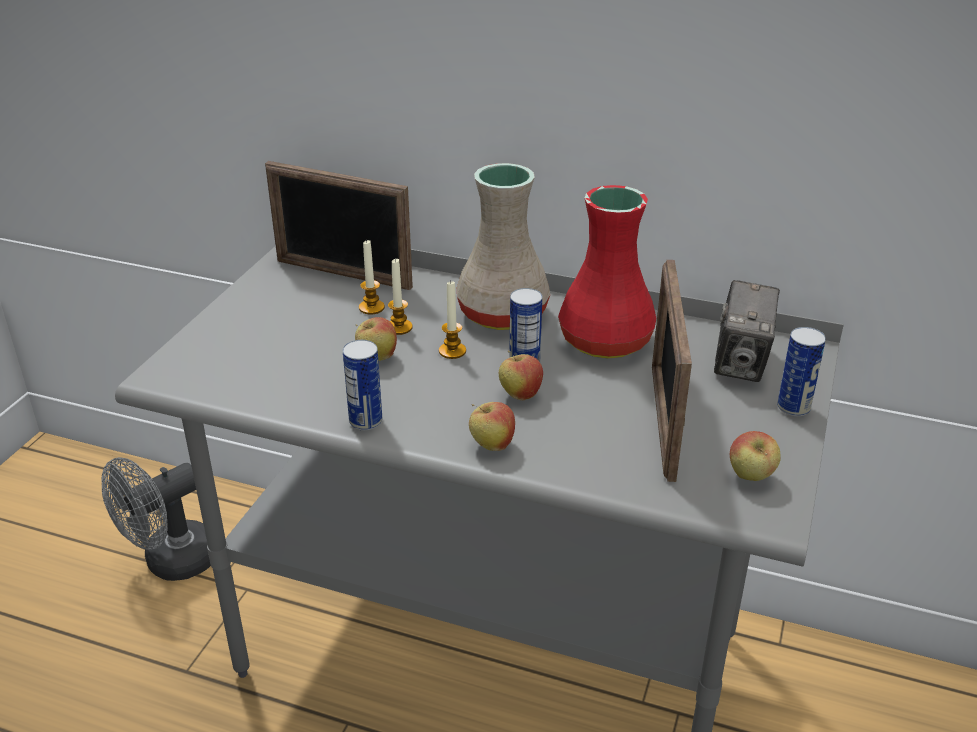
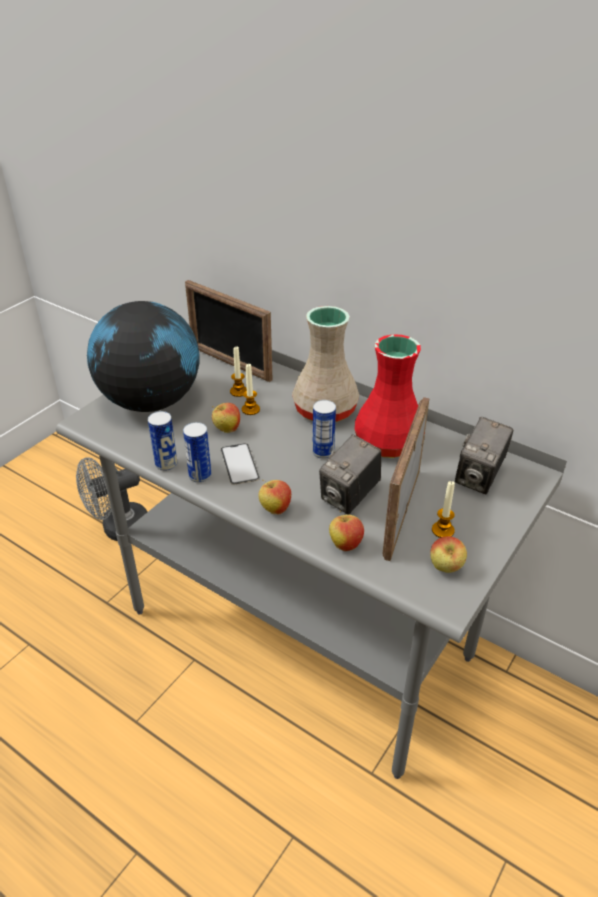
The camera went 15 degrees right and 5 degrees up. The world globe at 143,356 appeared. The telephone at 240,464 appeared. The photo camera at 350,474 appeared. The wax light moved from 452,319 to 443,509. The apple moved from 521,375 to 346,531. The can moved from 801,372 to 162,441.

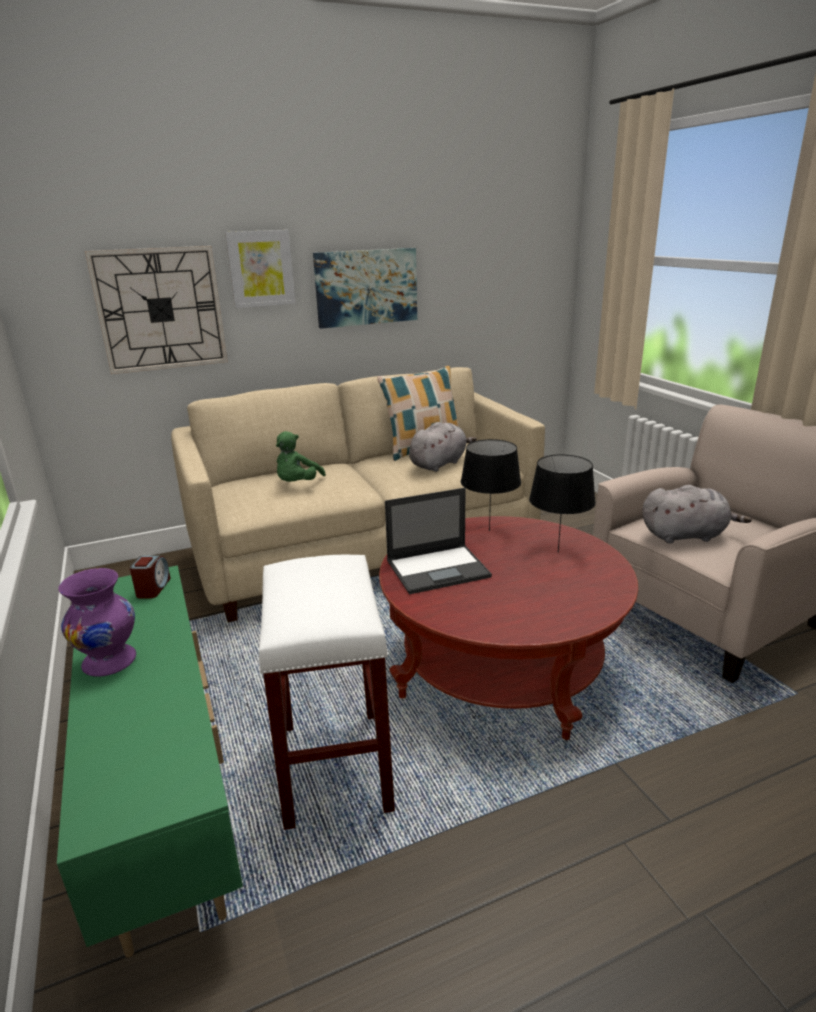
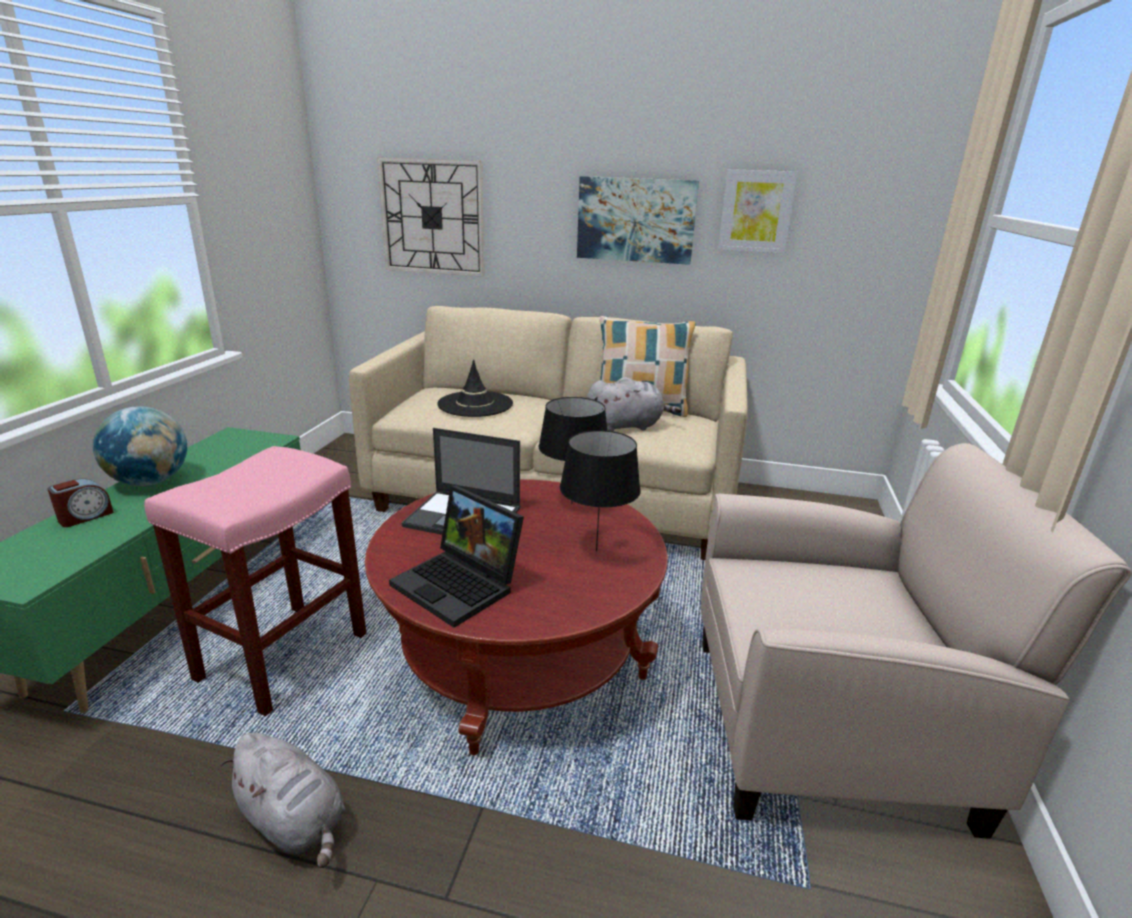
The camera went 35 degrees right and 0 degrees up. The portable computer at 456,556 appeared. The alarm clock moved from 150,577 to 81,502. The wall picture moved from 260,269 to 757,211. The soft toy in grey moved from 697,514 to 283,800. The flower vase in purplish at 97,622 was replaced by the world globe at 140,446. The soft toy in green-coloured at 301,456 was replaced by the clothing hat in black-coloured at 475,388. The stool seat in white at 327,692 became the stool seat in pink at 255,581.

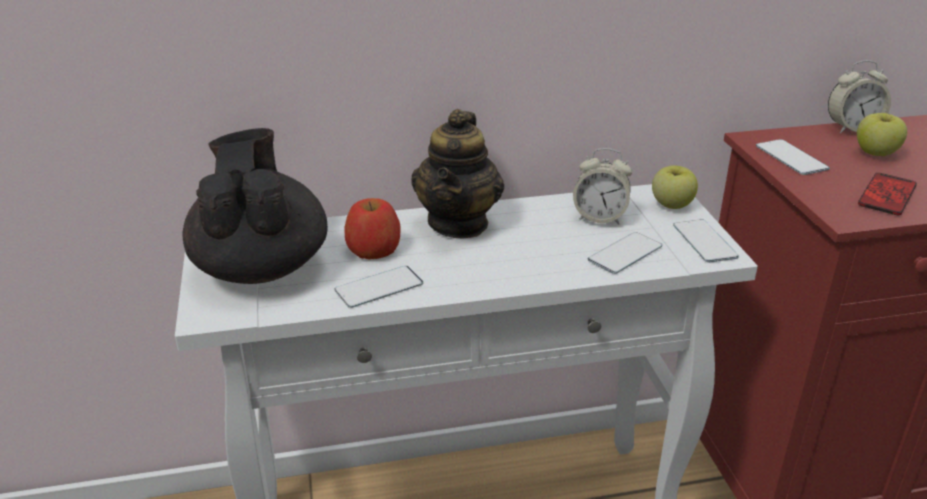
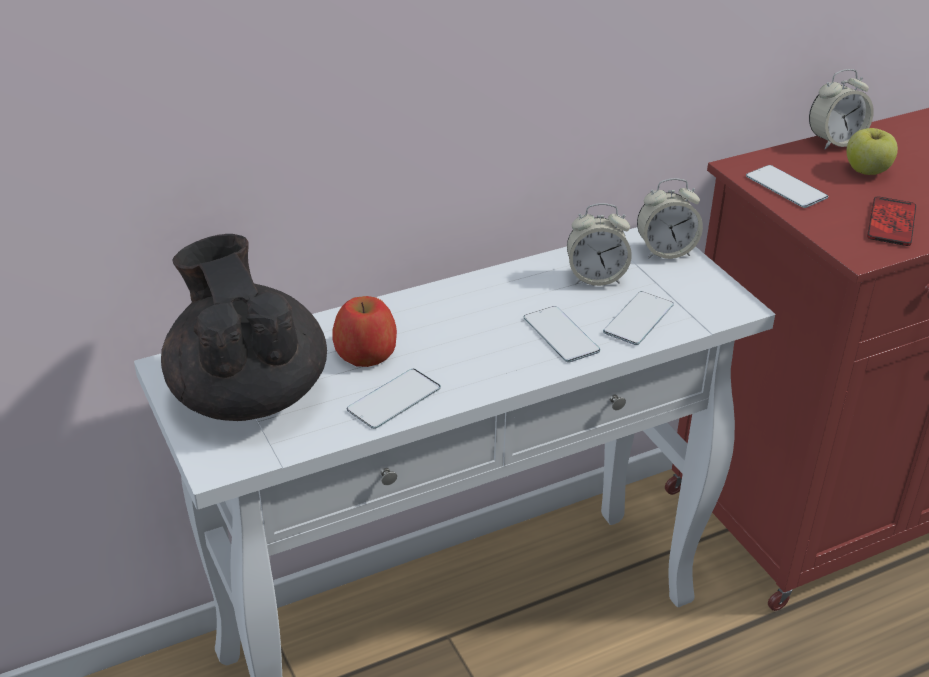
The camera went 15 degrees left and 5 degrees up. The pot for tea at 457,174 disappeared. The telephone moved from 706,241 to 562,334. The apple at 675,187 was replaced by the alarm clock at 670,218.

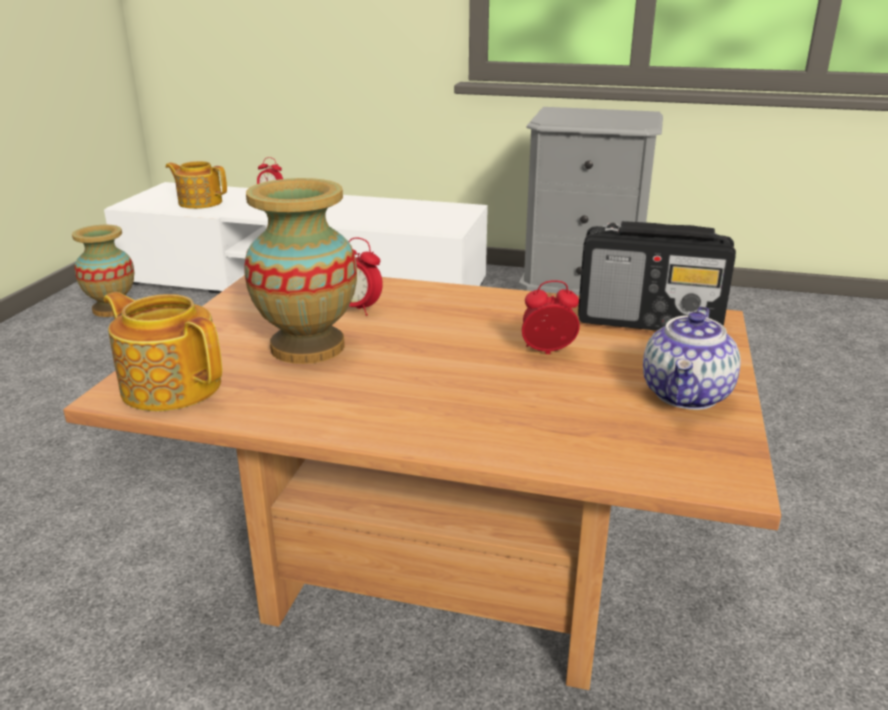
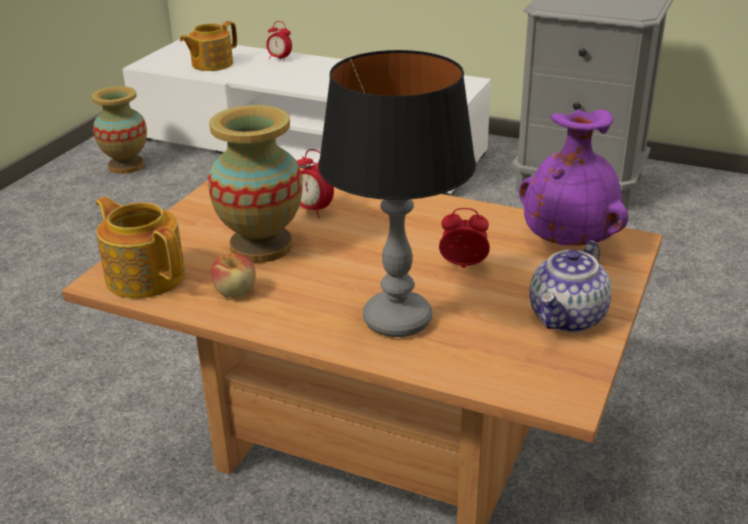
The camera went 10 degrees right and 5 degrees up. The apple at 233,276 appeared. The tabletop lamp at 397,193 appeared. The radio receiver at 657,276 was replaced by the flower vase in purplish at 573,177. The pot for tea at 196,185 turned 75 degrees counterclockwise.

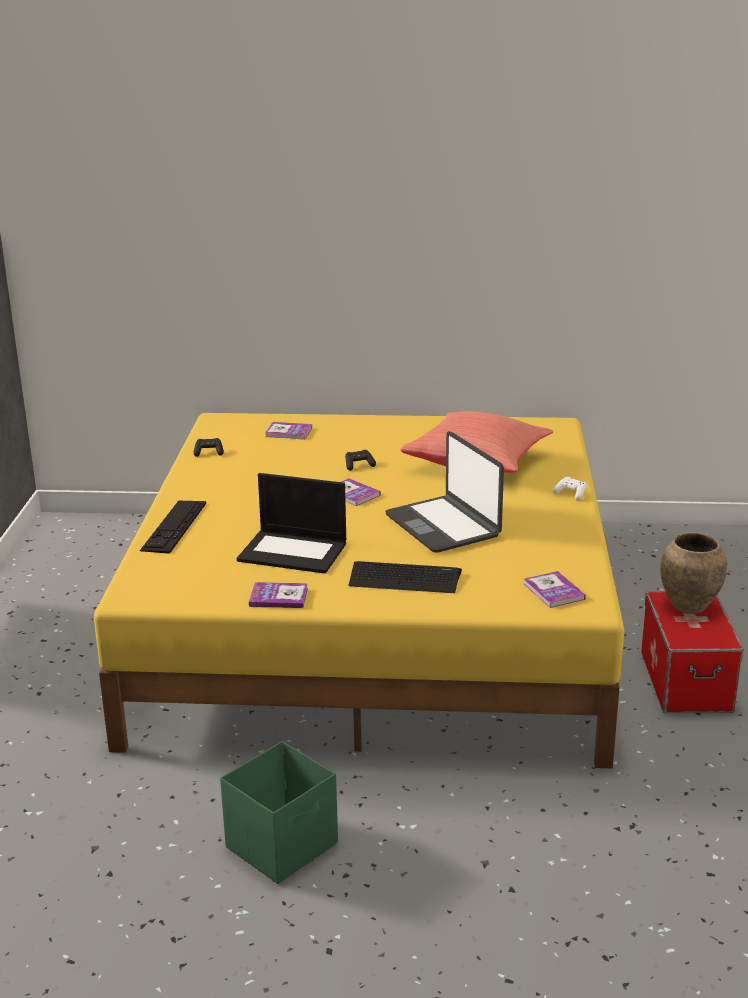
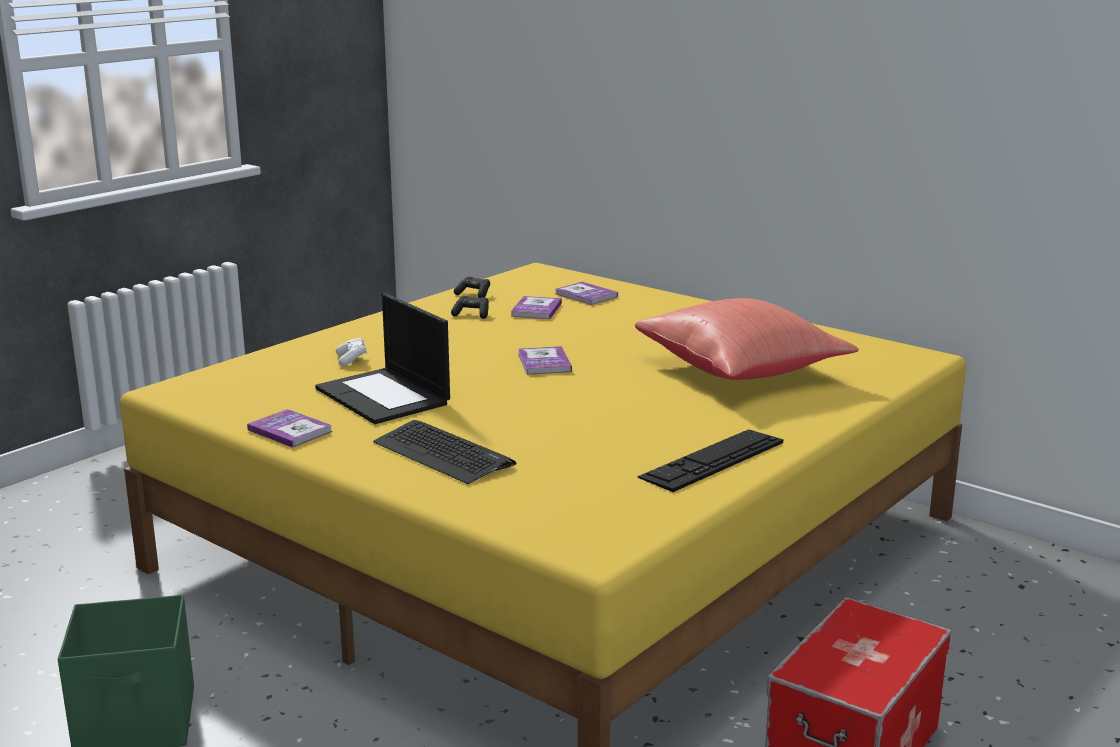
The camera went 35 degrees right and 5 degrees down. The portable computer at 444,492 disappeared. The flower vase in brown at 693,573 disappeared. The PC keyboard moved from 173,527 to 710,460. The joypad in black-coloured moved from 360,460 to 470,307. The volume moved from 555,589 to 536,307. The joypad in white moved from 570,489 to 351,352.

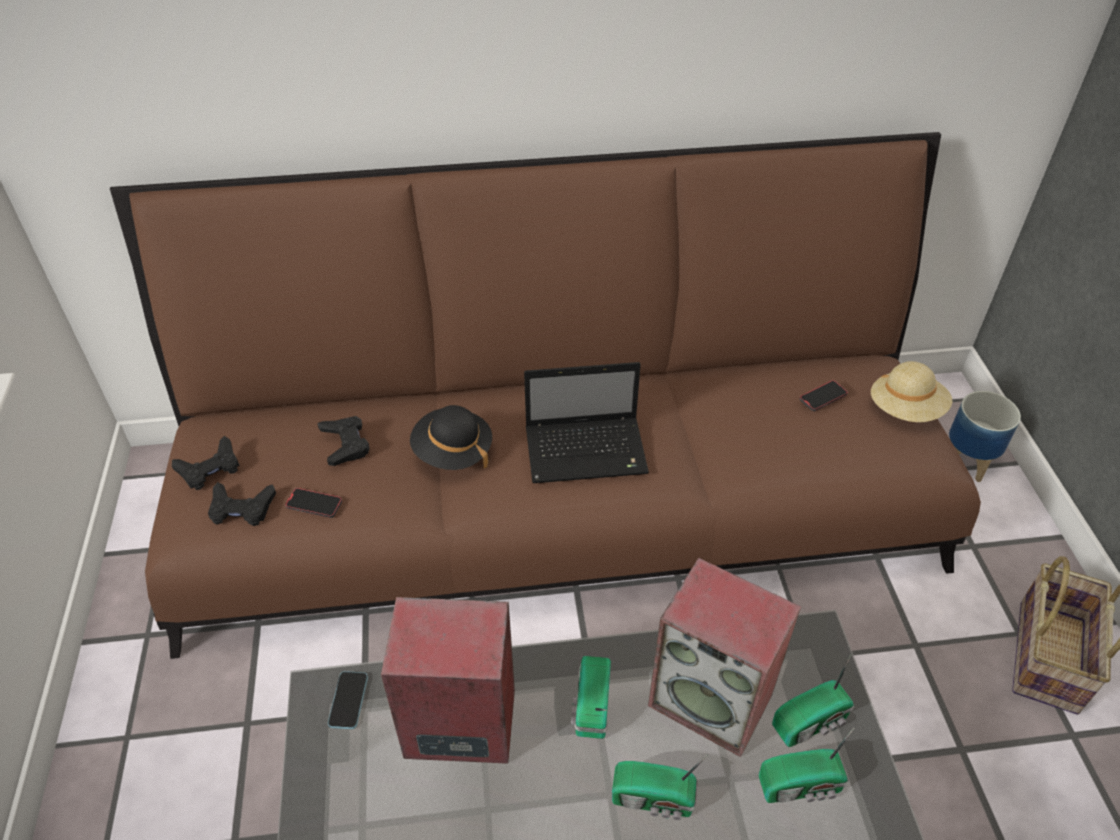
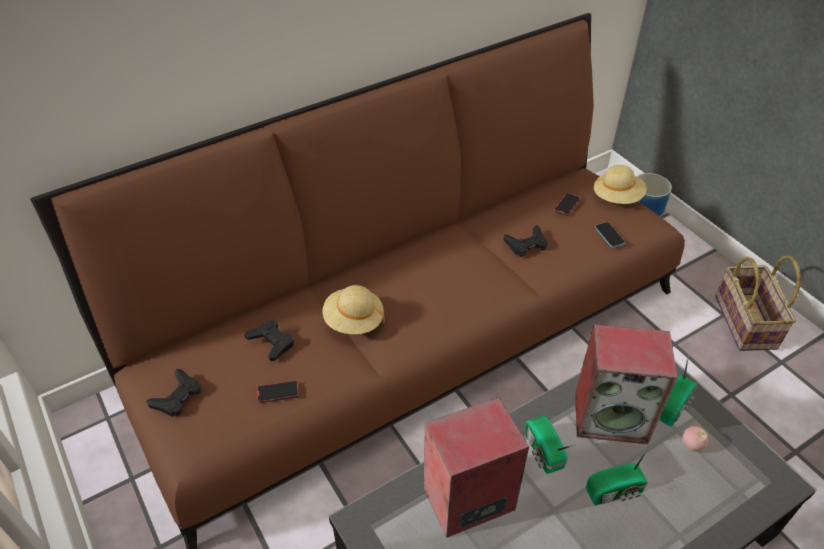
The camera went 25 degrees left and 0 degrees up. The portable computer at 586,422 disappeared. The joypad in black-coloured moved from 242,504 to 525,241. The telephone moved from 348,700 to 610,235. The radio receiver at 807,765 was replaced by the apple at 695,438. The clothing hat in black-coloured at 451,437 became the clothing hat in sand-coloured at 354,309.

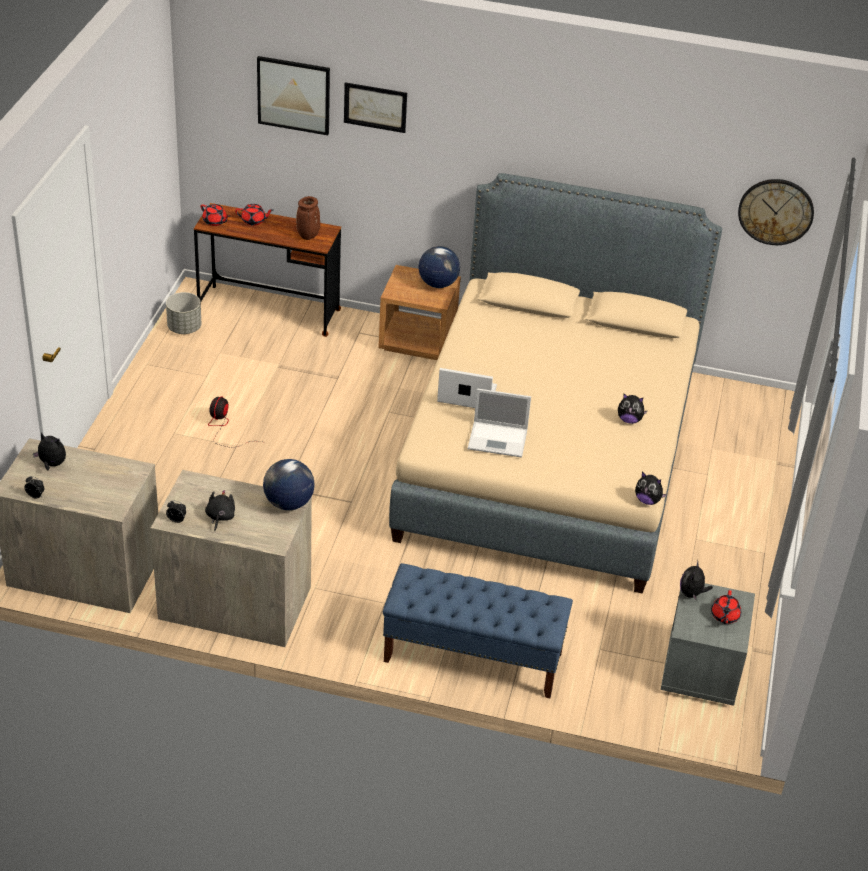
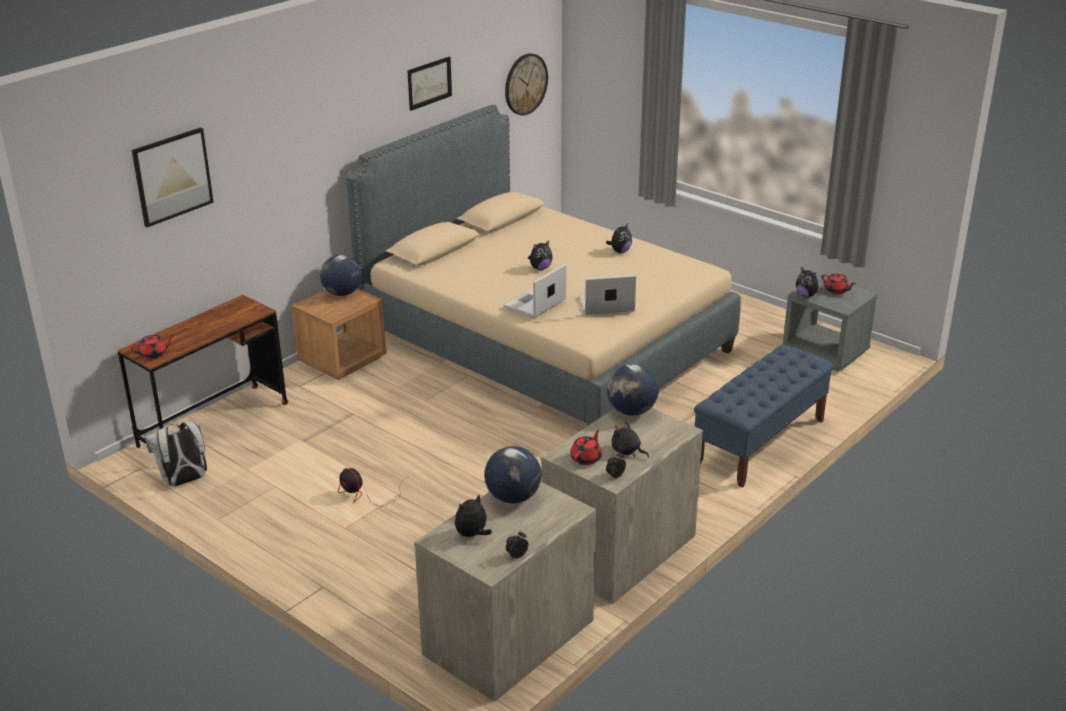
The camera went 60 degrees left and 10 degrees down. The flower vase in brown at 308,218 disappeared. The world globe at 513,475 appeared. The pot for tea in red moved from 254,214 to 586,447. The wall picture moved from 375,107 to 429,83. The soft toy moved from 651,488 to 540,255. The plant pot in grey at 183,313 was replaced by the backpack in white at 176,454. The portable computer at 499,423 turned 135 degrees counterclockwise.

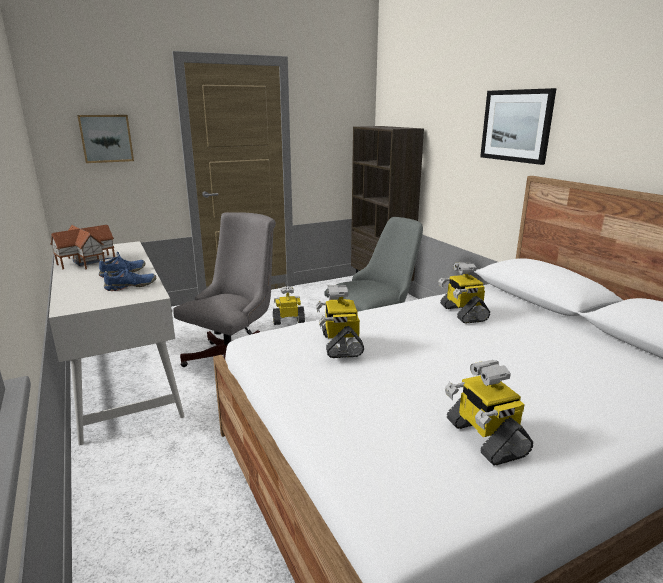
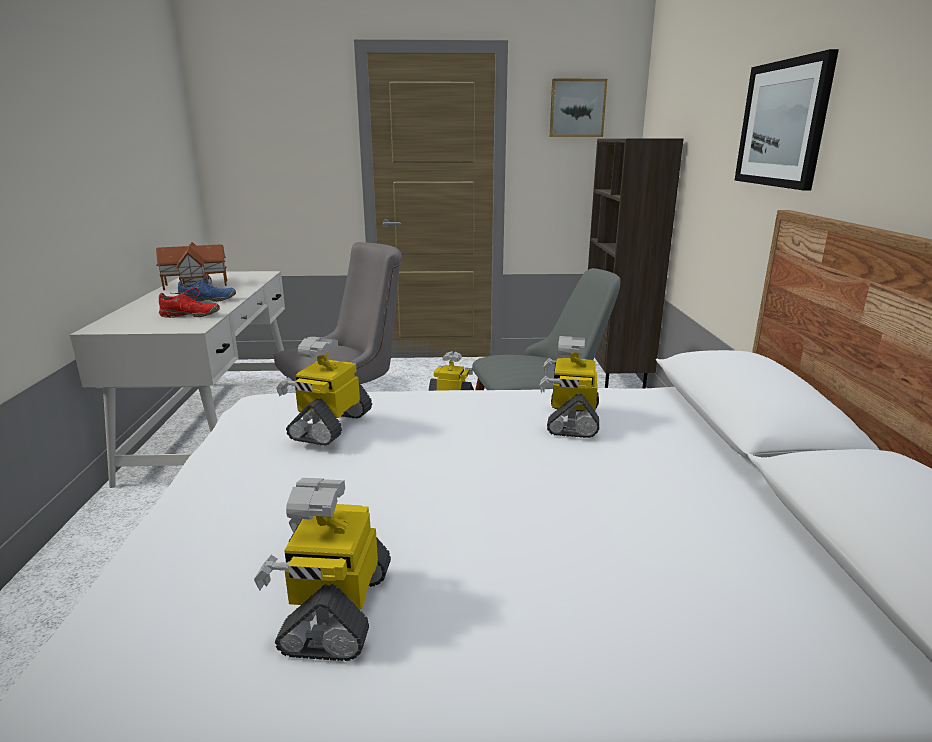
The camera went 25 degrees right and 0 degrees up. The wall picture moved from 105,139 to 578,108. The low shoe in bluish at 130,277 became the low shoe in red at 189,302.

